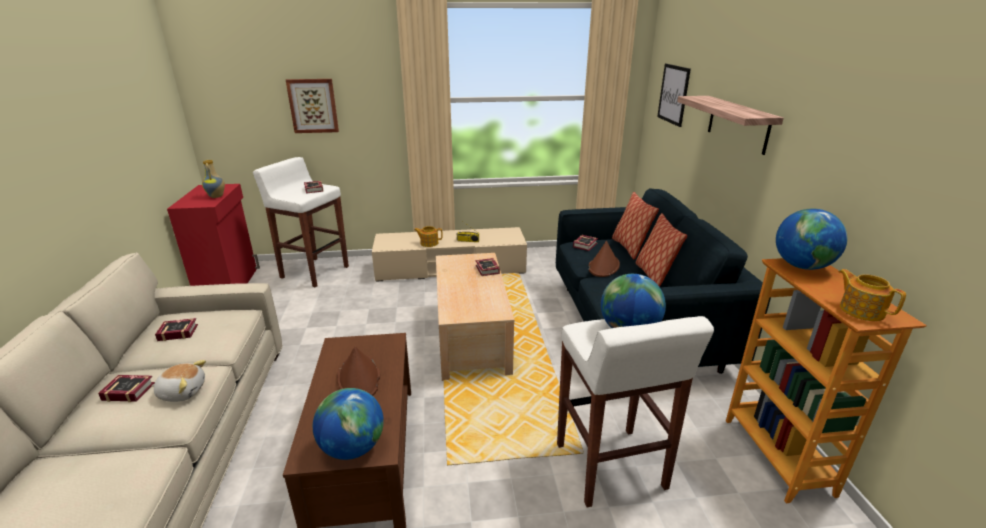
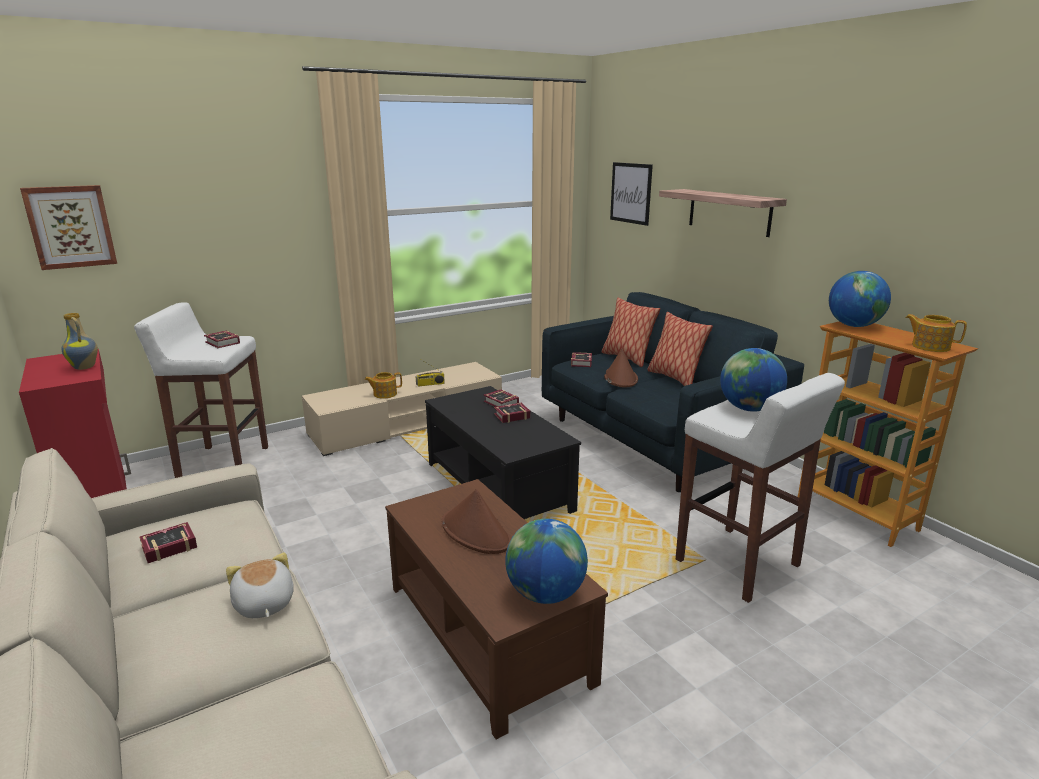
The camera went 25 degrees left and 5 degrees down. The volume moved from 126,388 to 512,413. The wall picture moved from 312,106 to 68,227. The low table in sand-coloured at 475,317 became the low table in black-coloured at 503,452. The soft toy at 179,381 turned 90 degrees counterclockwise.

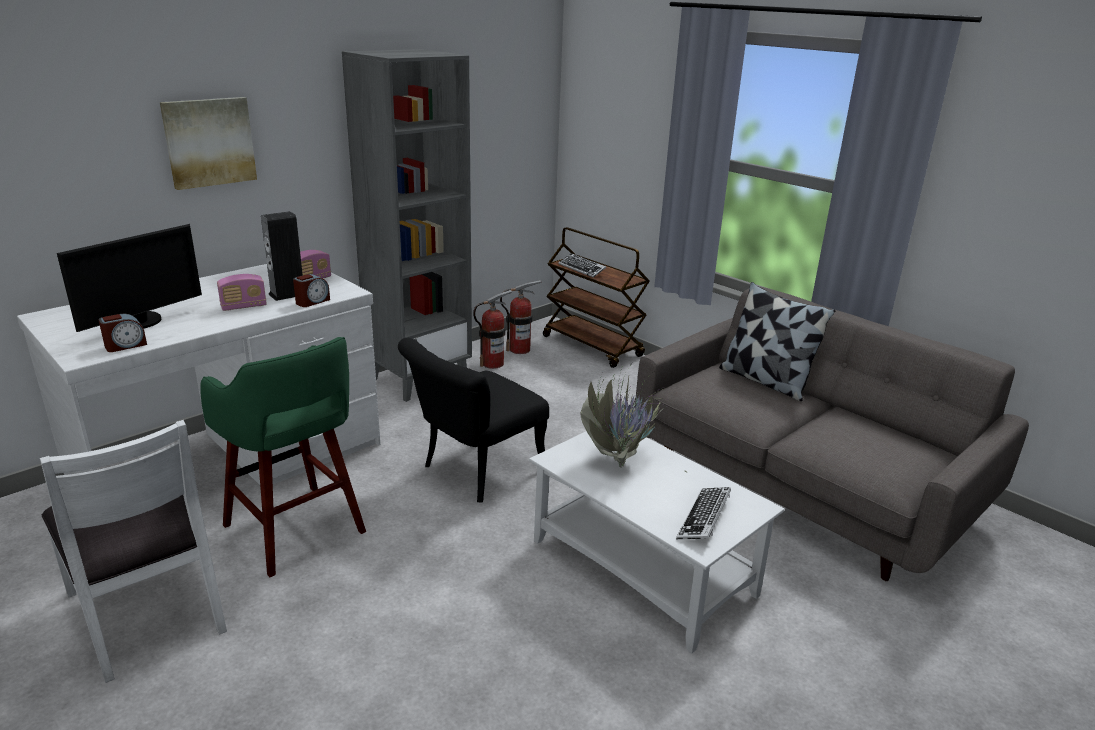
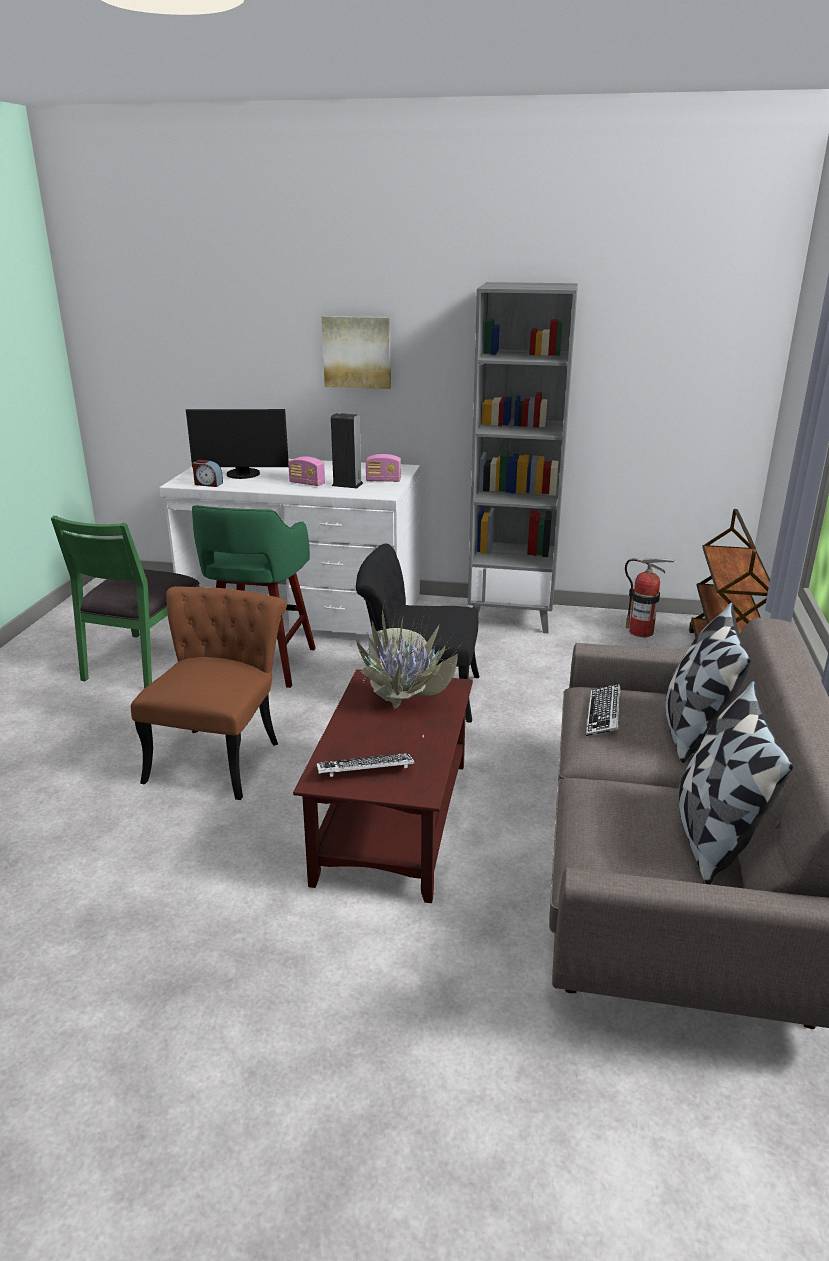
The camera went 55 degrees right and 0 degrees up. The alarm clock at 311,290 disappeared. The fire extinguisher at 493,329 disappeared. The chair in brown at 209,693 appeared. The throw pillow at 736,782 appeared. The PC keyboard moved from 582,265 to 603,710. The chair in white at 133,551 became the chair in green-coloured at 125,602. The low table in white at 657,542 became the low table in brown at 383,786.

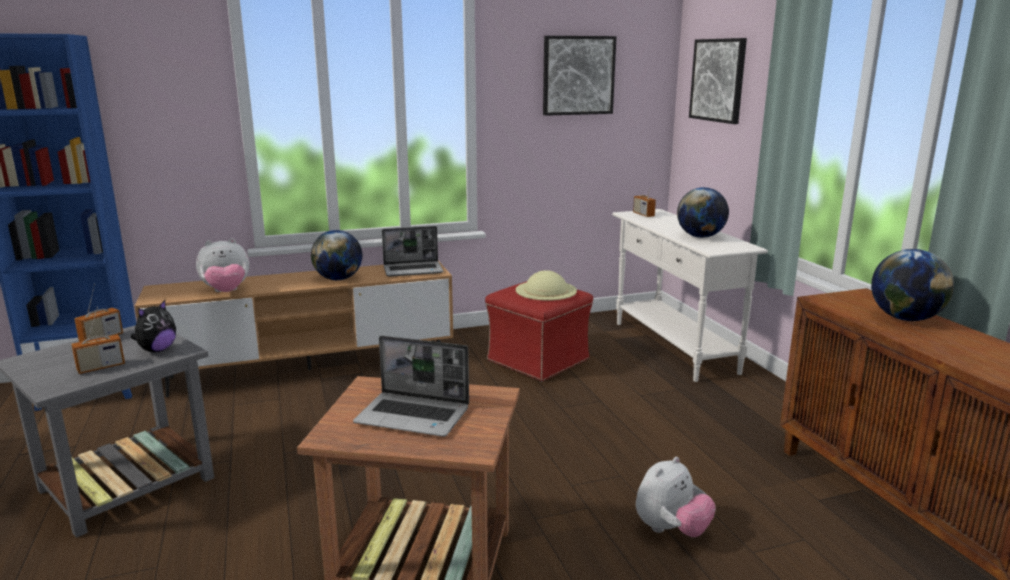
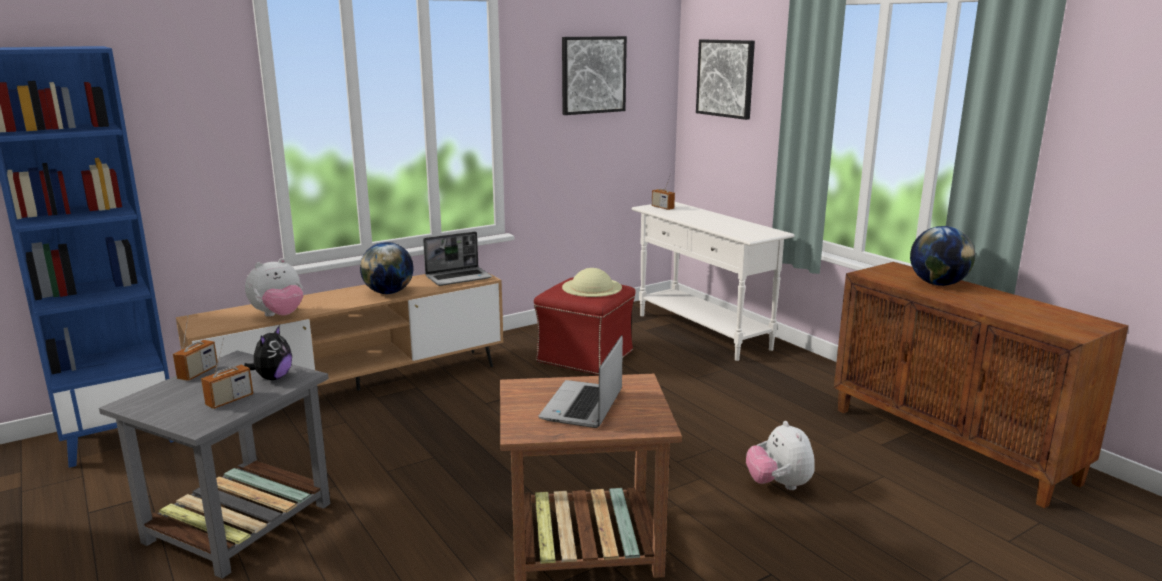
The camera went 15 degrees left and 0 degrees up. The world globe at 703,212 disappeared. The portable computer at 411,386 turned 105 degrees clockwise. The soft toy at 676,497 turned 135 degrees clockwise.

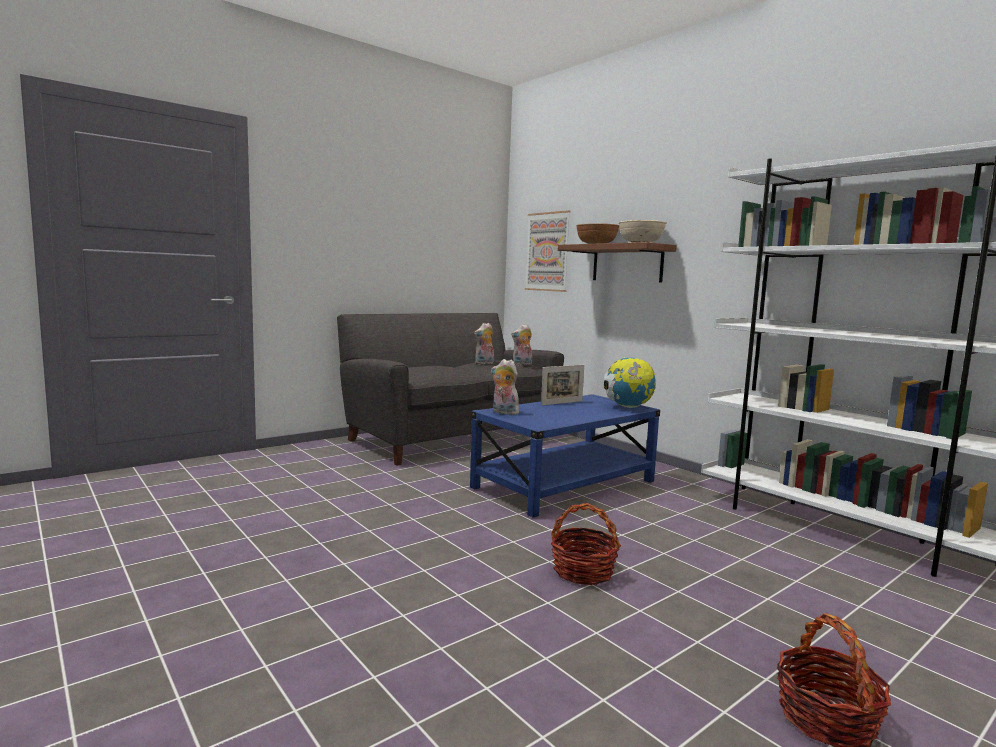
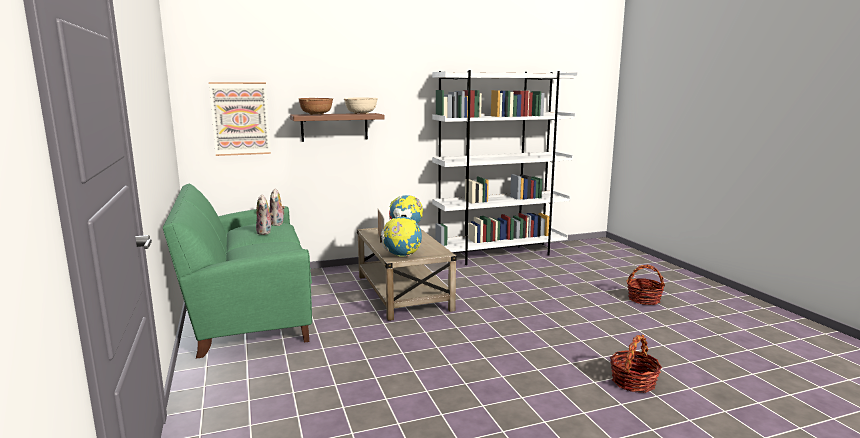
The camera went 70 degrees left and 5 degrees up. The storage basket moved from 586,544 to 636,364. The soft toy at 505,387 was replaced by the world globe at 401,236. The sofa in grey at 450,389 became the sofa in green-coloured at 237,271. The low table in bluish at 565,455 became the low table in sand-coloured at 407,274.

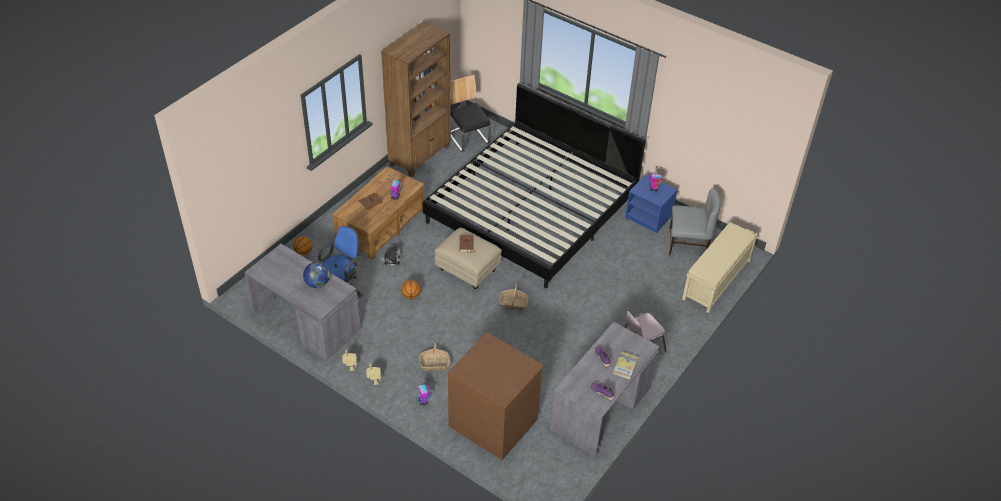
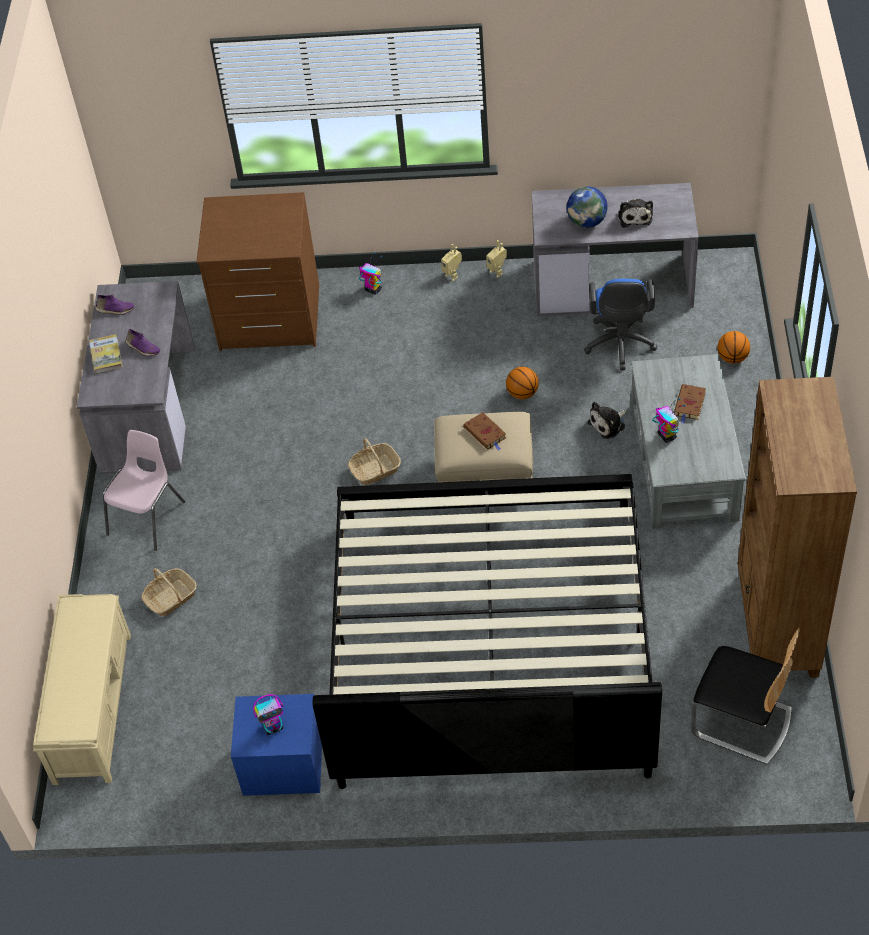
The camera went 150 degrees right and 5 degrees up. The chair in grey at 695,221 disappeared. The soft toy at 635,213 appeared. The storage basket moved from 434,356 to 169,592. The low table in brown at 378,213 became the low table in grey at 688,441.

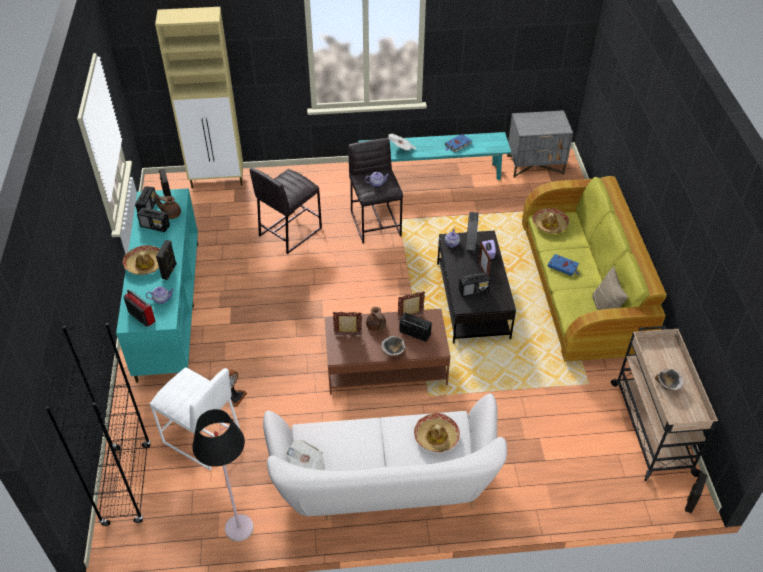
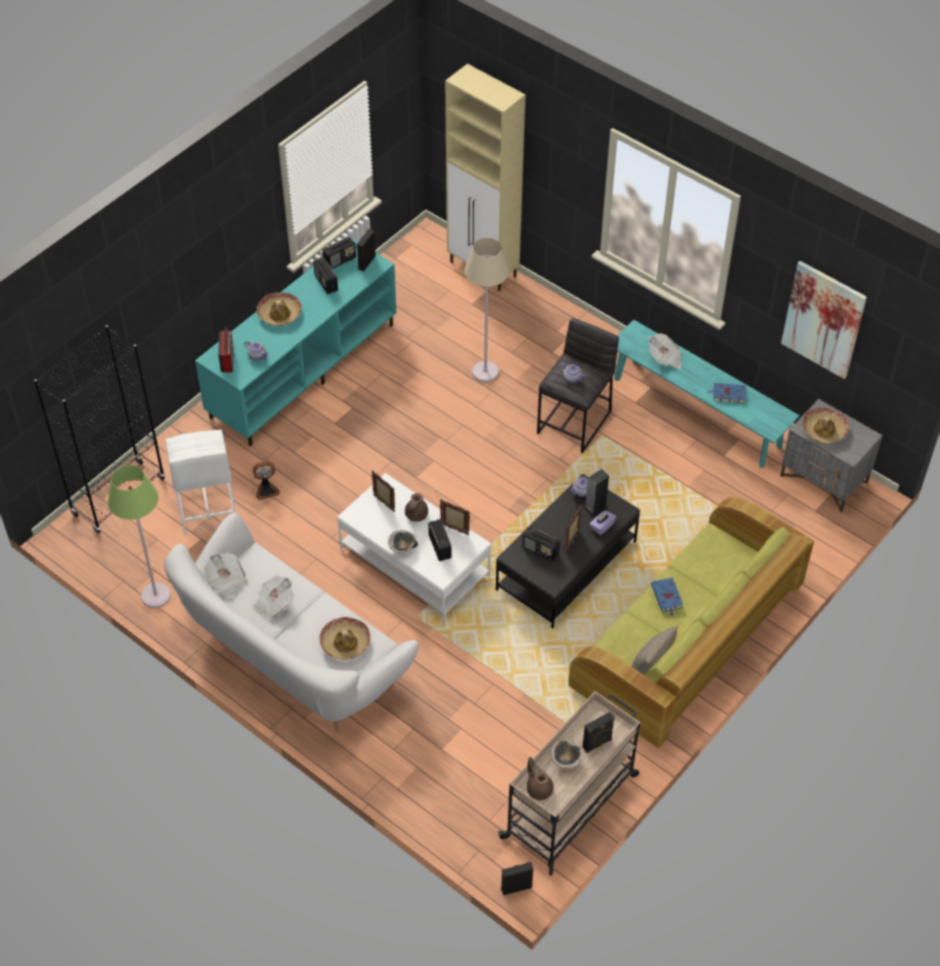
The camera went 45 degrees right and 5 degrees up. The newspaper at 273,597 appeared. The wall picture at 824,320 appeared. The pot for tea in brown moved from 167,206 to 540,778. The loudspeaker in black-coloured moved from 166,260 to 599,732. The clothing hat moved from 550,220 to 826,426. The stool seat in grey at 285,210 was replaced by the standard lamp in sand-coloured at 486,310. The standard lamp in black-coloured at 223,475 became the standard lamp in green-coloured at 139,536. The low table in brown at 387,351 became the low table in white at 414,547.

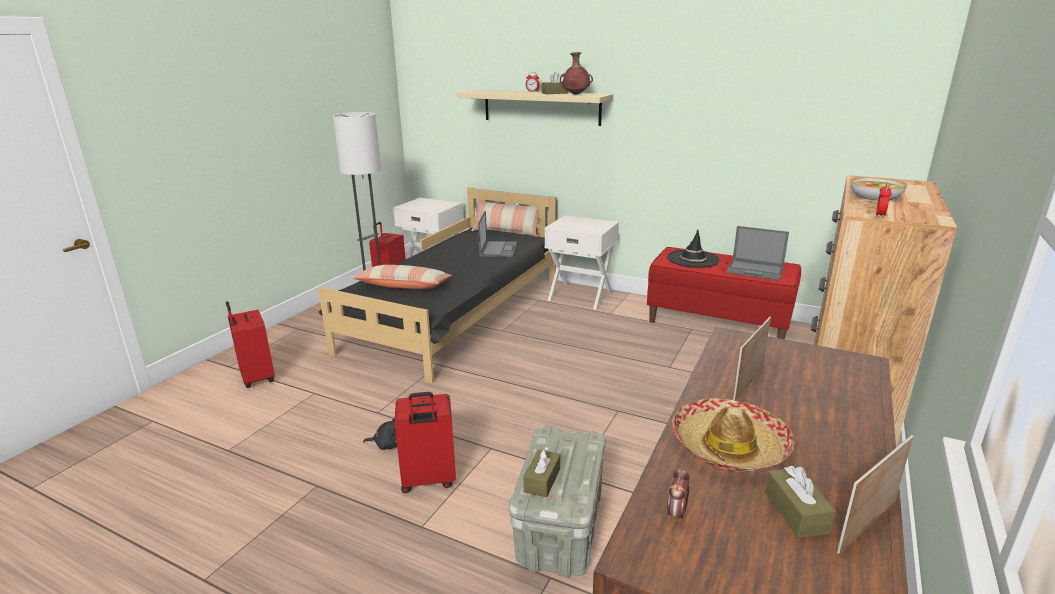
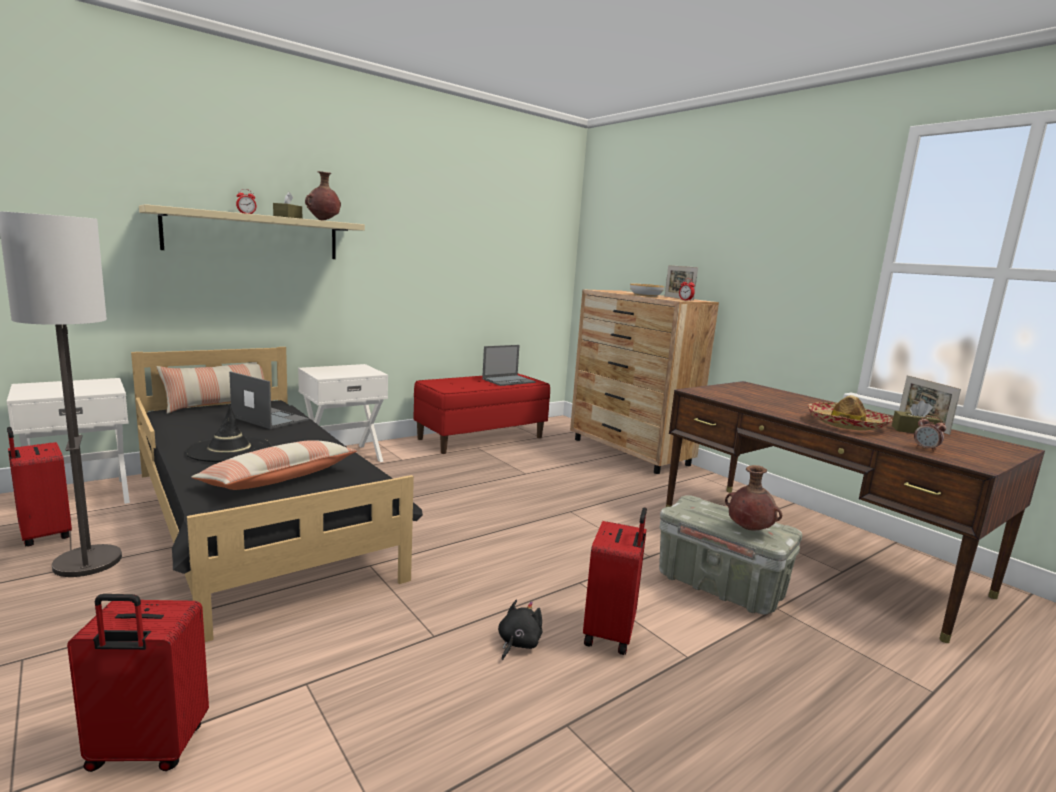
The camera went 65 degrees left and 10 degrees down. The clothing hat in black-coloured moved from 693,249 to 228,433. The picture frame moved from 752,359 to 681,282. The tissue holder in brown at 541,472 was replaced by the flower vase in brown at 753,498.

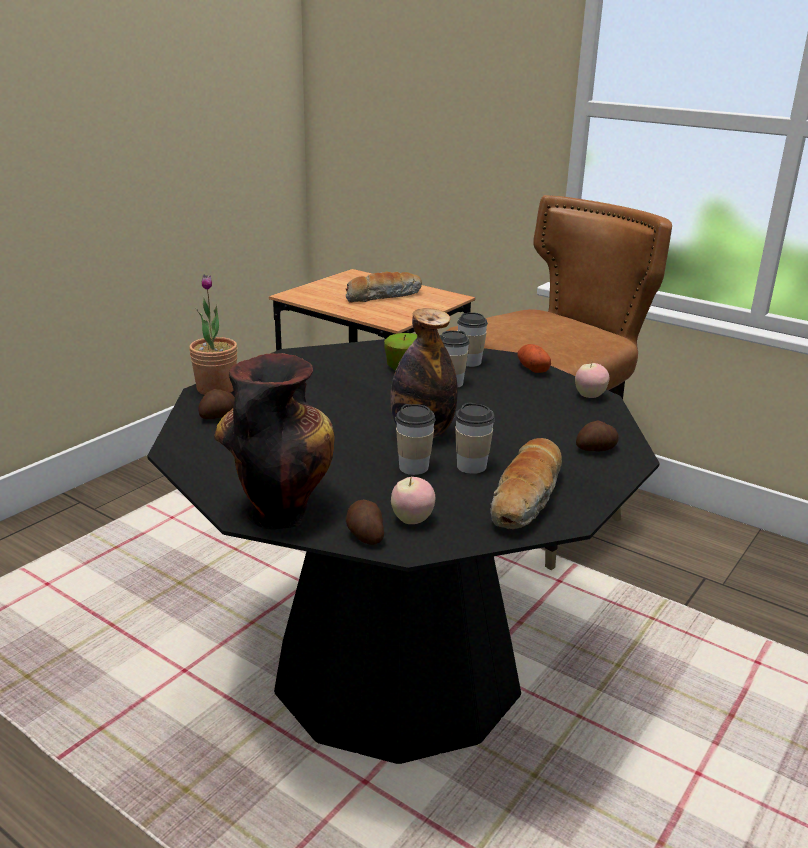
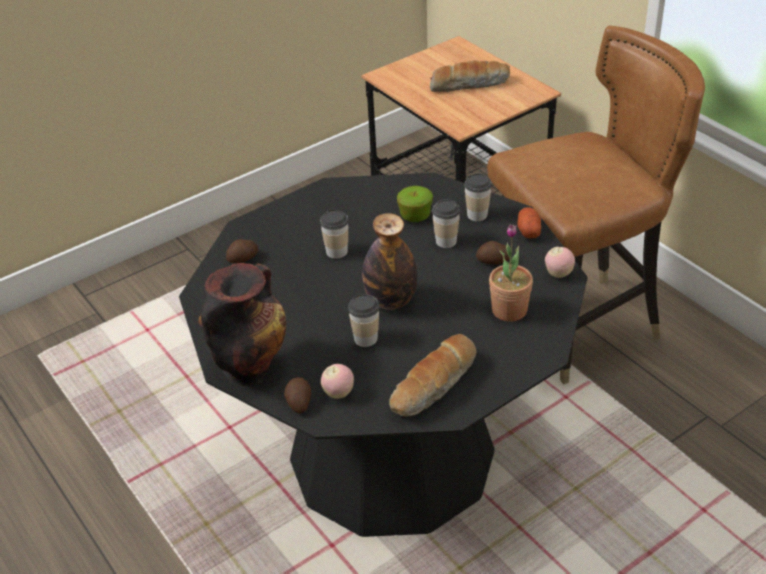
The camera went 20 degrees right and 15 degrees up. The houseplant moved from 213,335 to 511,273. The small cup moved from 475,438 to 334,234. The potato moved from 597,435 to 493,253.

